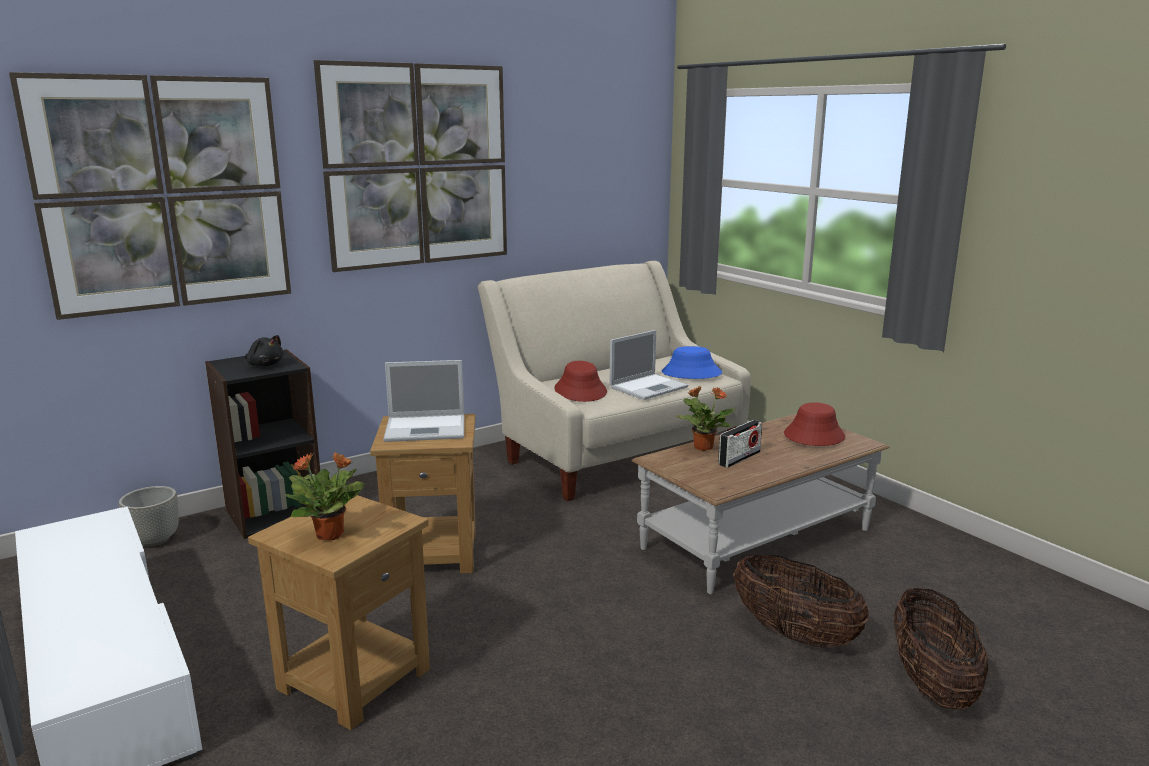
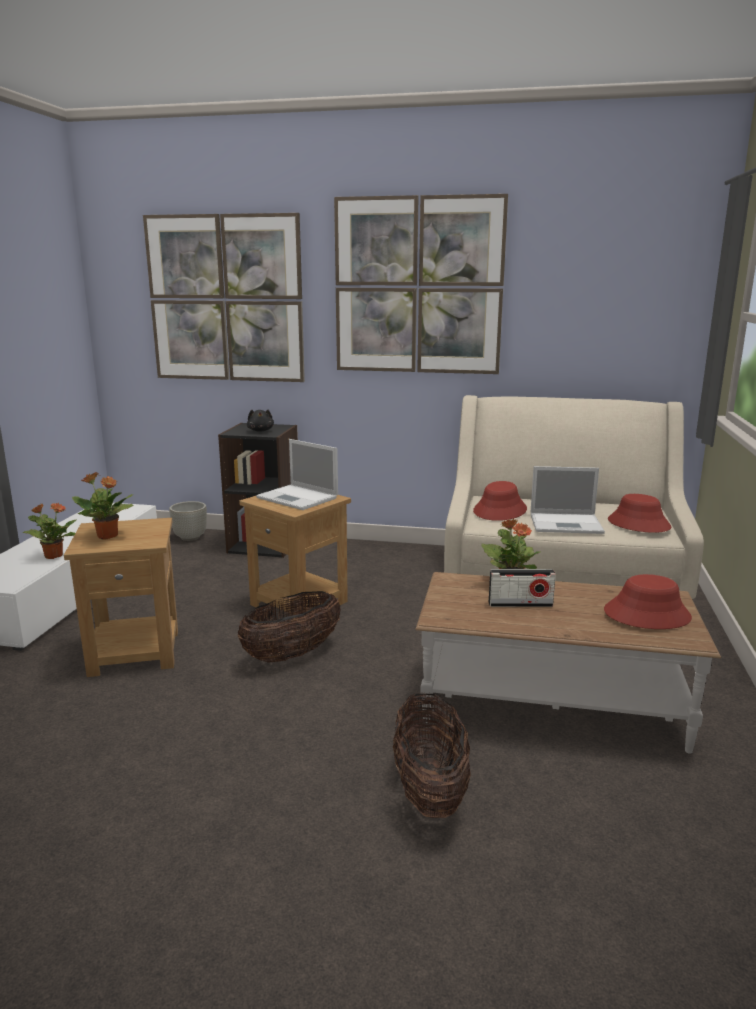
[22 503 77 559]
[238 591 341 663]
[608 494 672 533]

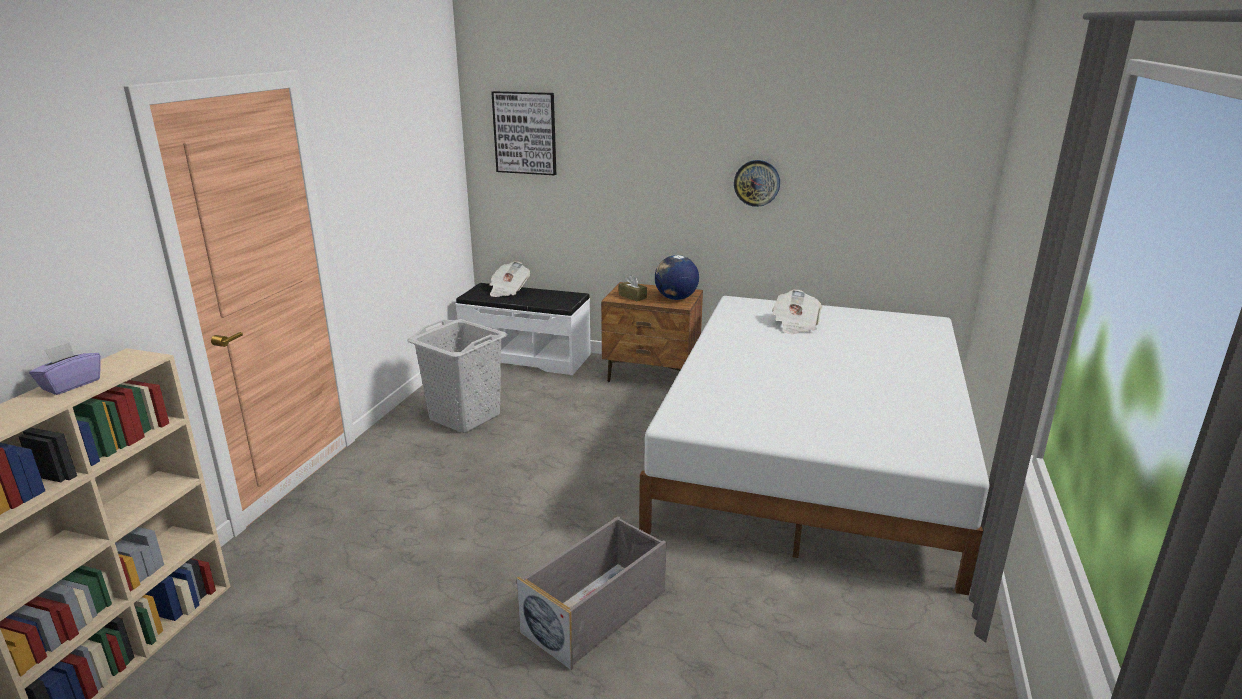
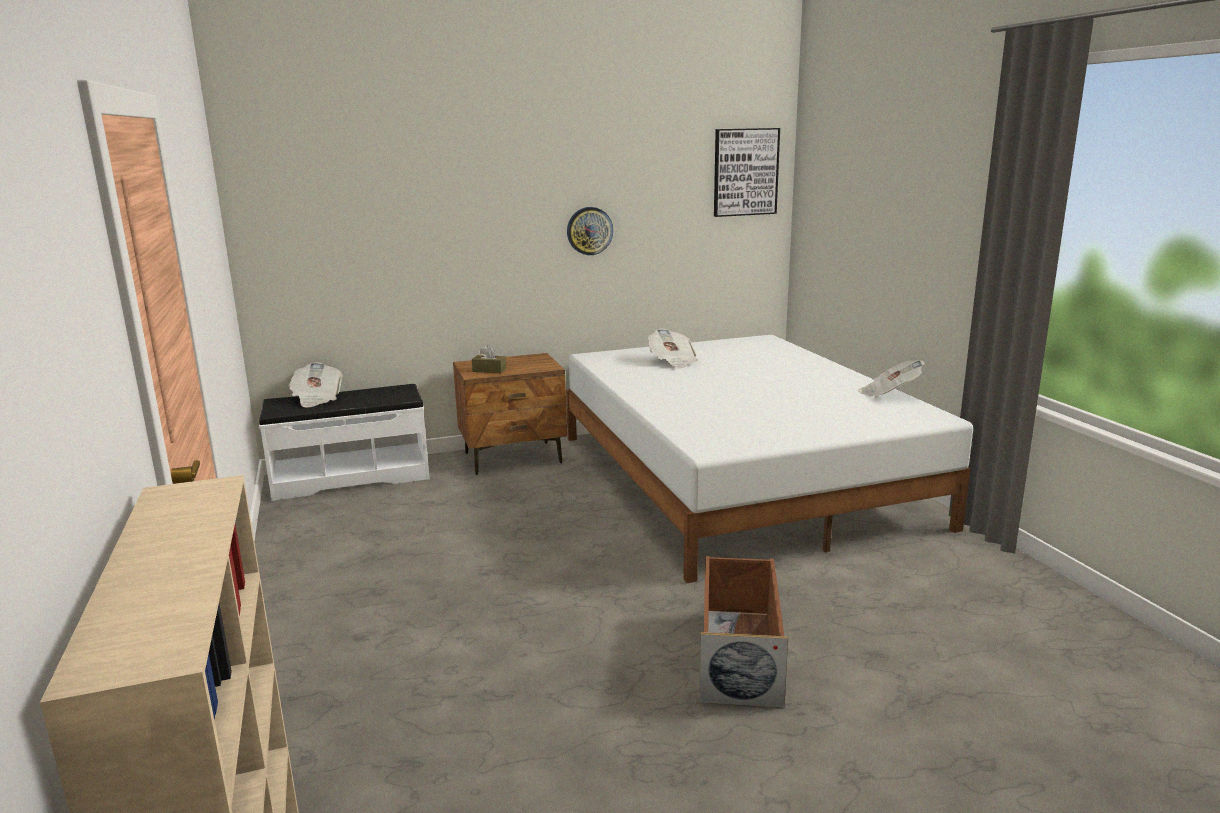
[29 342 101 395] (first image)
[407 319 508 433] (first image)
[655 255 699 300] (first image)
[858 360 925 397]
[714 128 780 217]
[699 556 788 708]

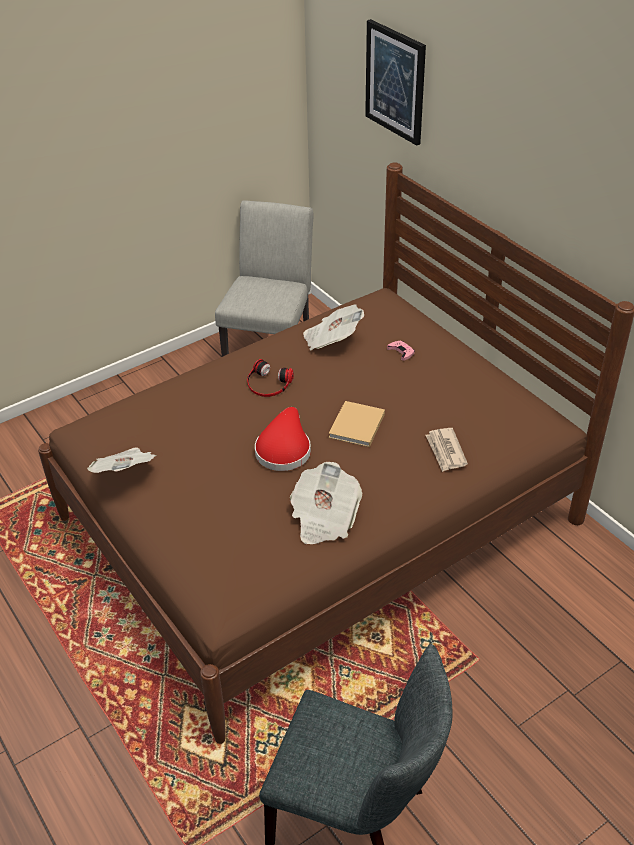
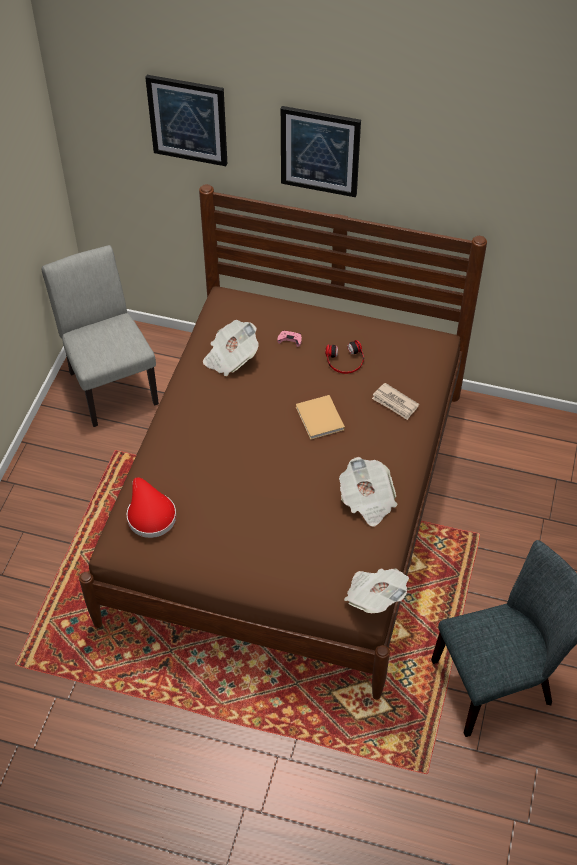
[281 106 361 197]
[344 568 409 613]
[325 340 364 374]
[127 477 176 538]

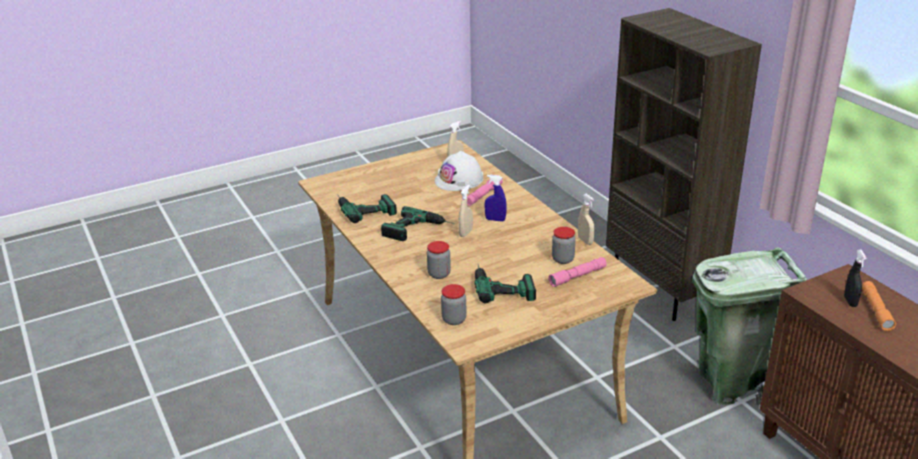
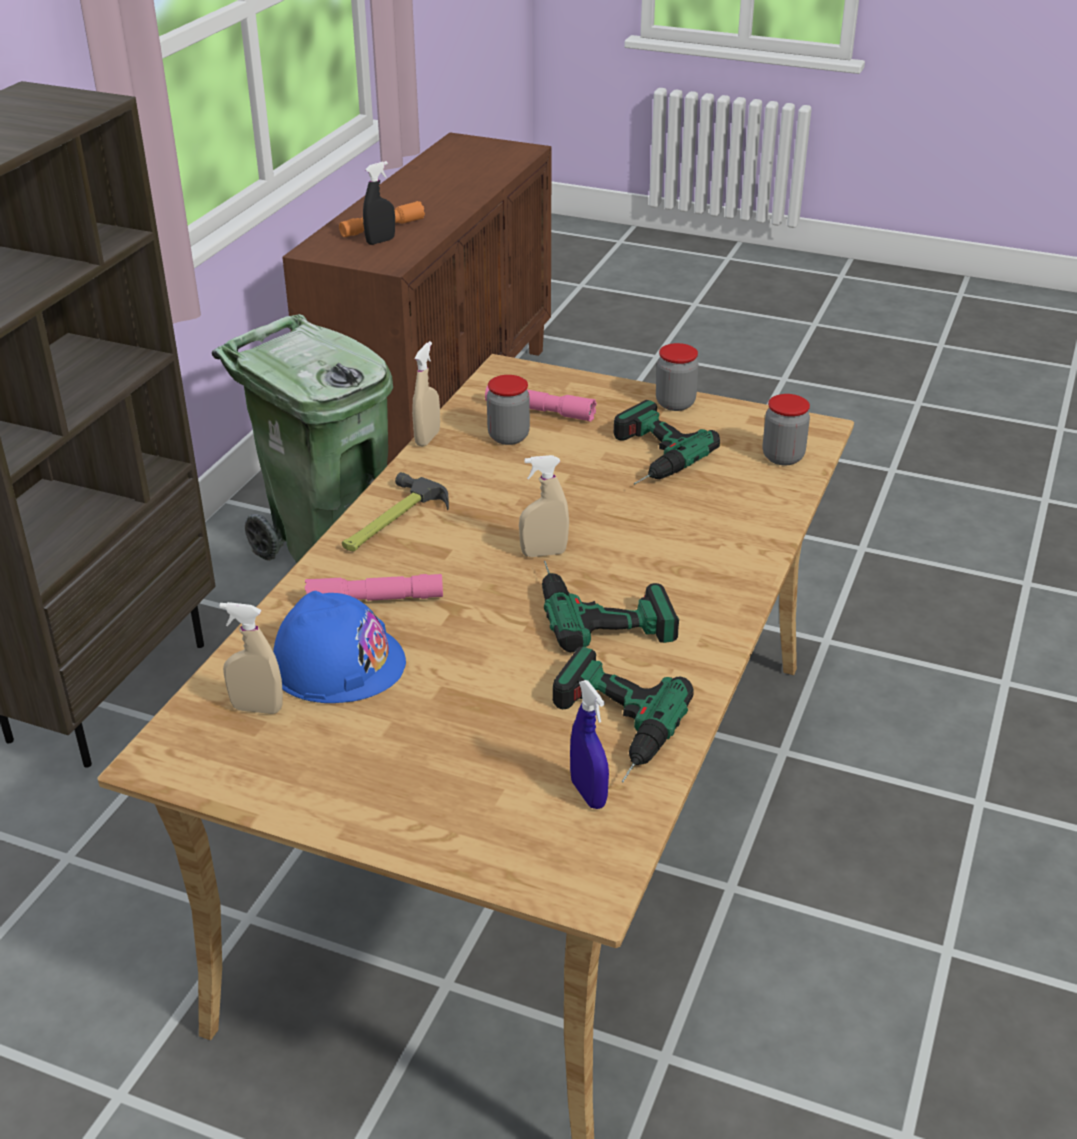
[342 472 449 552]
[656 343 699 411]
[570 680 609 809]
[273 591 406 703]

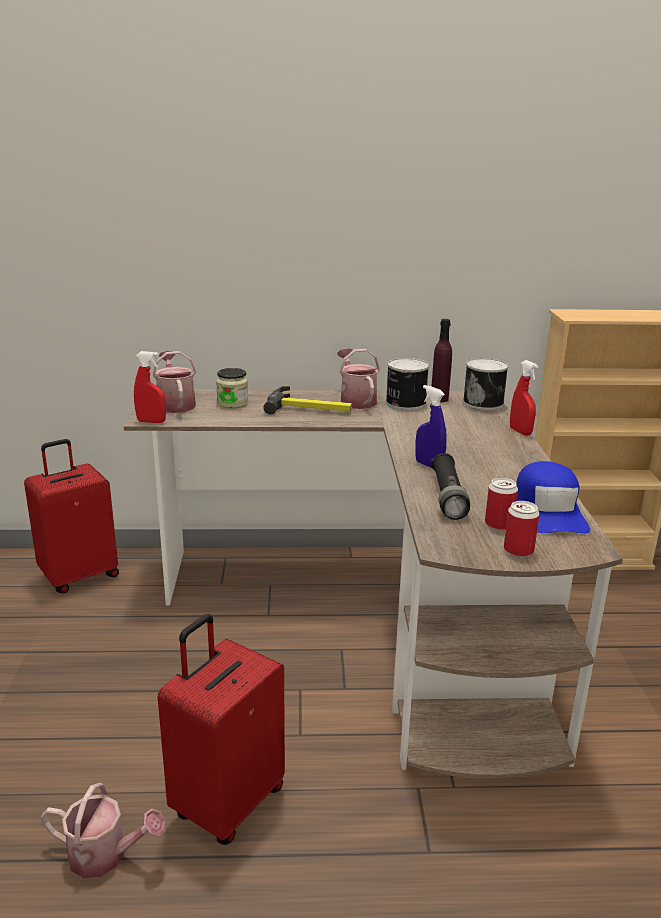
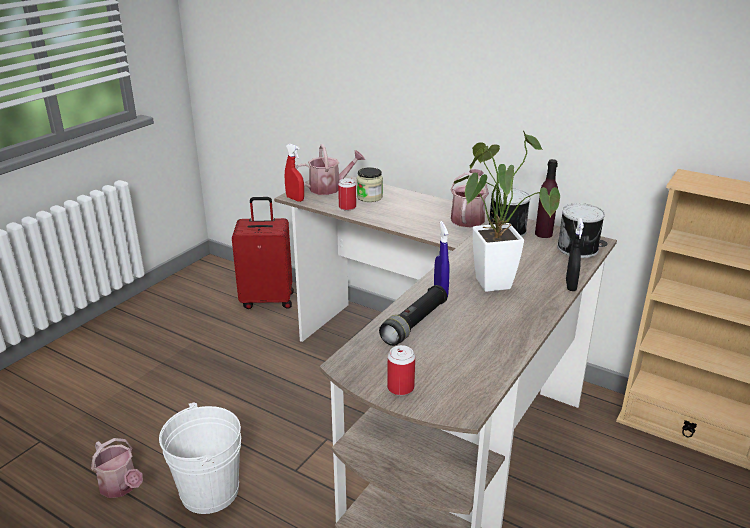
[263 386 352 414] (first image)
[516 461 590 533] (first image)
[454 131 560 292]
[338 178 356 211]
[159 402 241 514]
[566 218 584 291]
[295 144 365 195]

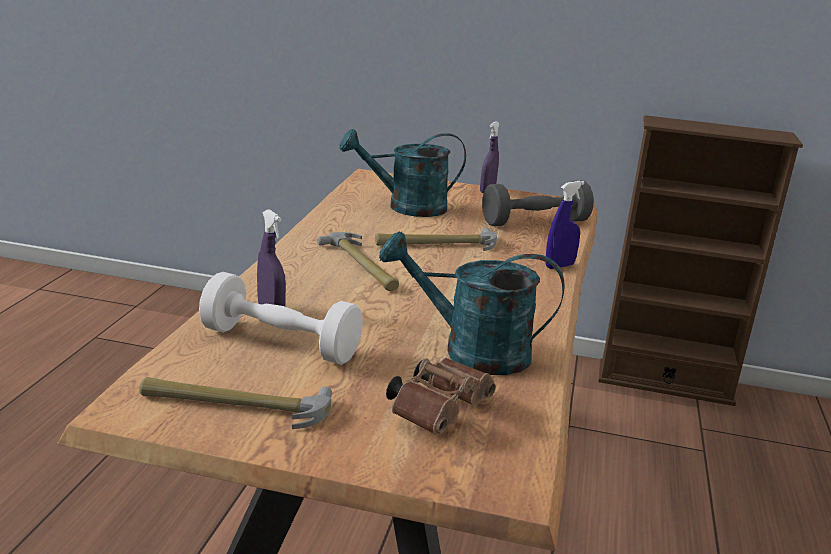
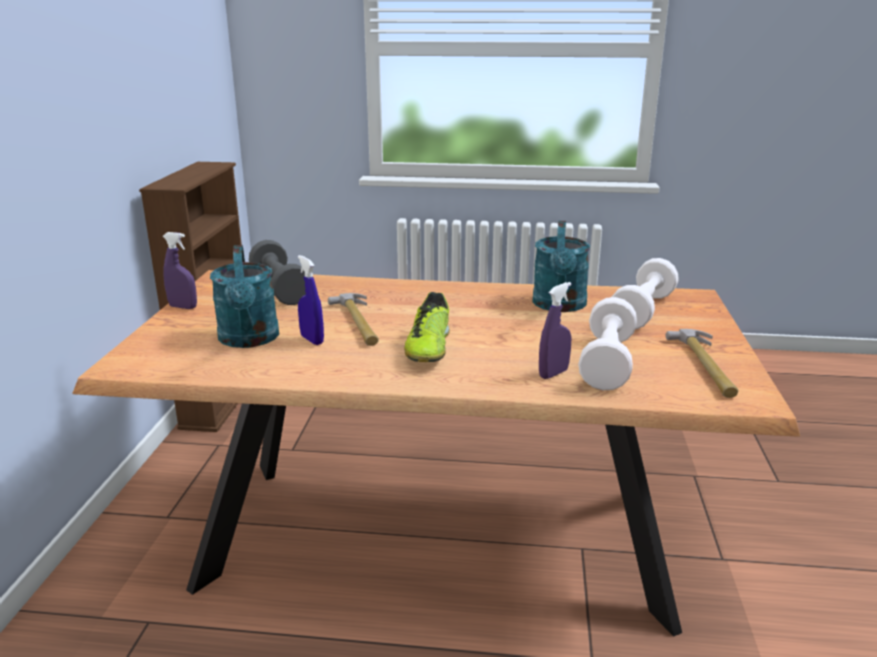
[298 255 324 345]
[404 292 449 362]
[611 258 679 330]

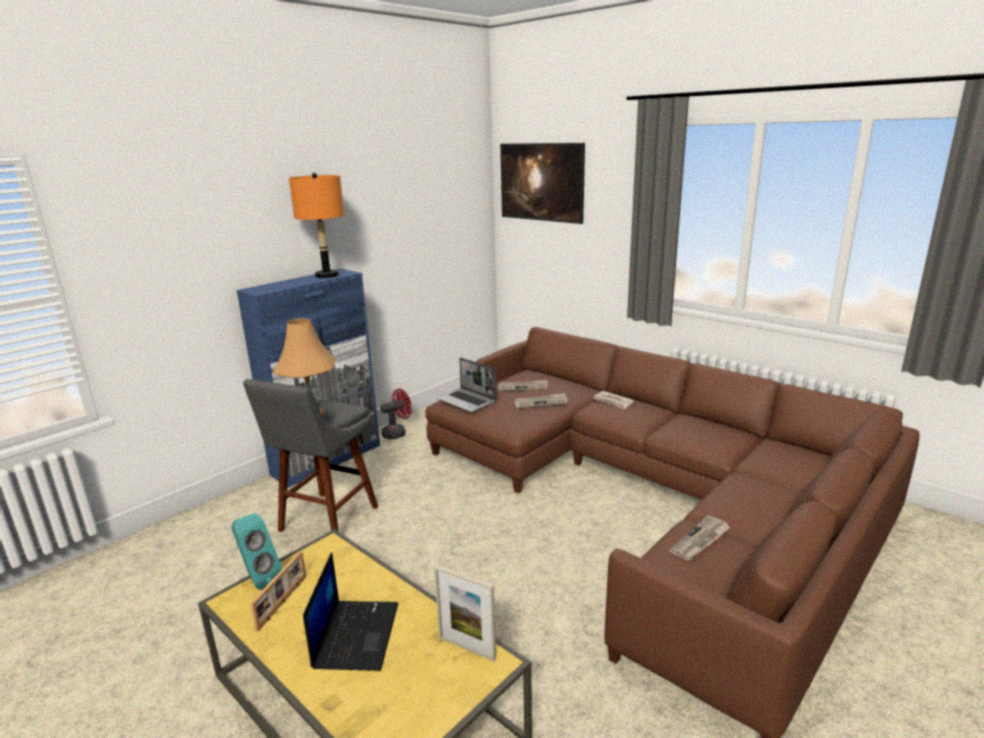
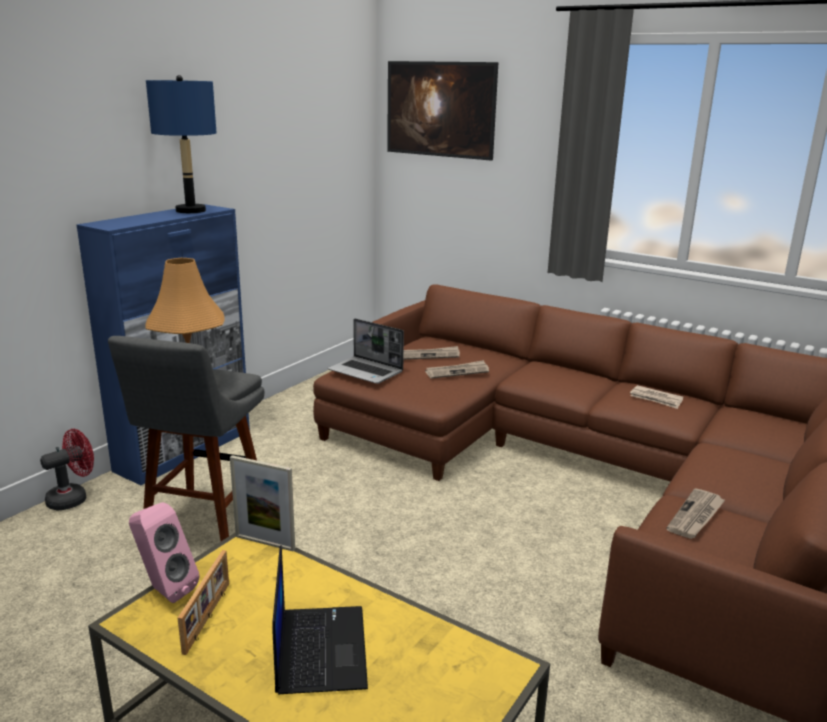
[40 429 94 511]
[230 455 295 551]
[630 385 683 409]
[129 502 200 603]
[146 75 216 213]

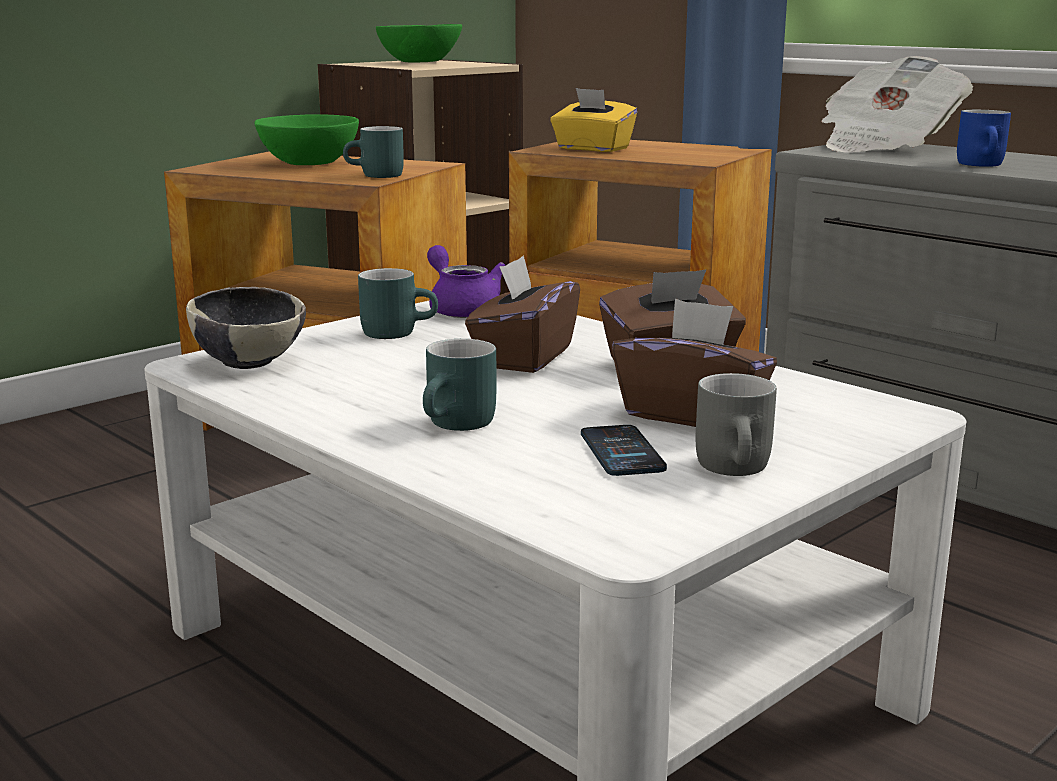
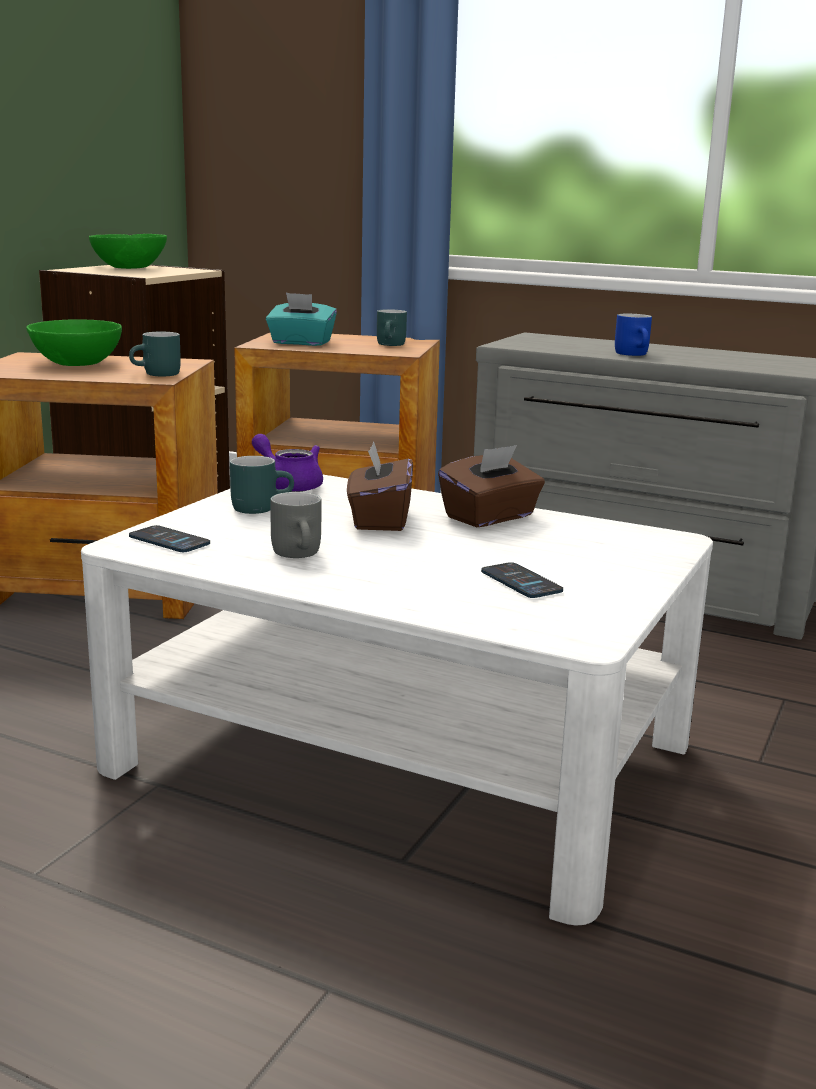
[612 298 777 427] (first image)
[822 56 973 153] (first image)
[377 309 407 346]
[270 492 322 558]
[129 525 210 552]
[266 292 337 346]

